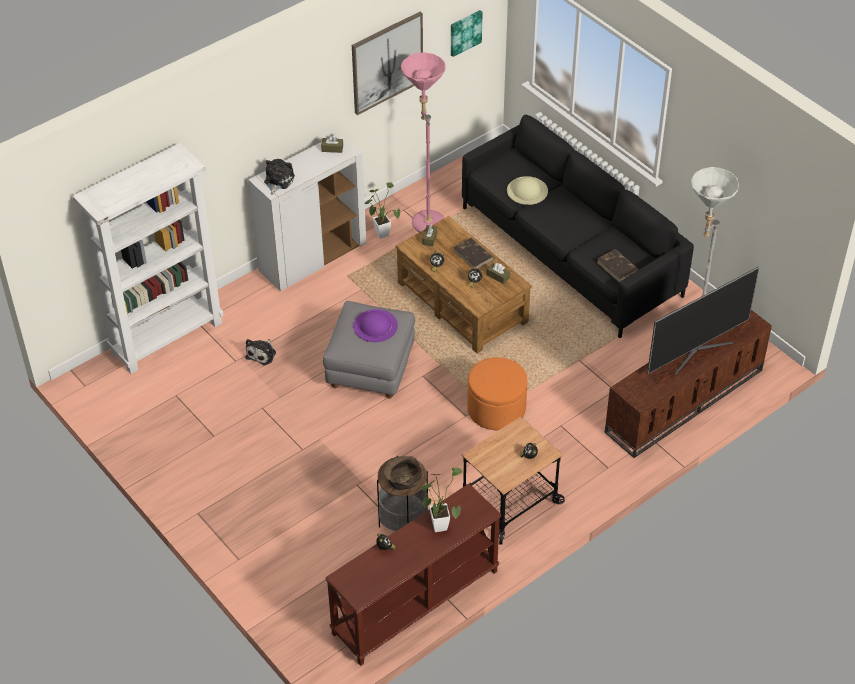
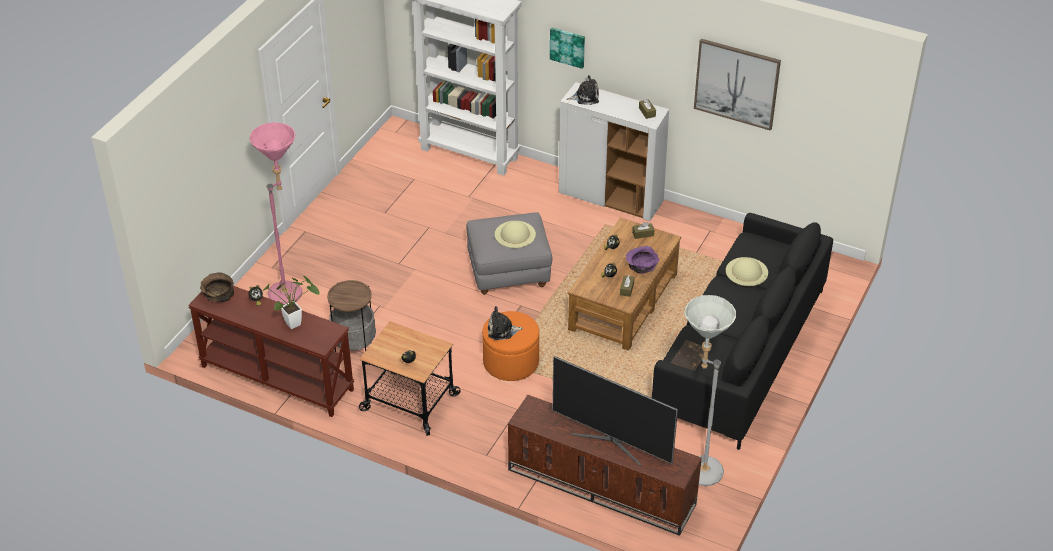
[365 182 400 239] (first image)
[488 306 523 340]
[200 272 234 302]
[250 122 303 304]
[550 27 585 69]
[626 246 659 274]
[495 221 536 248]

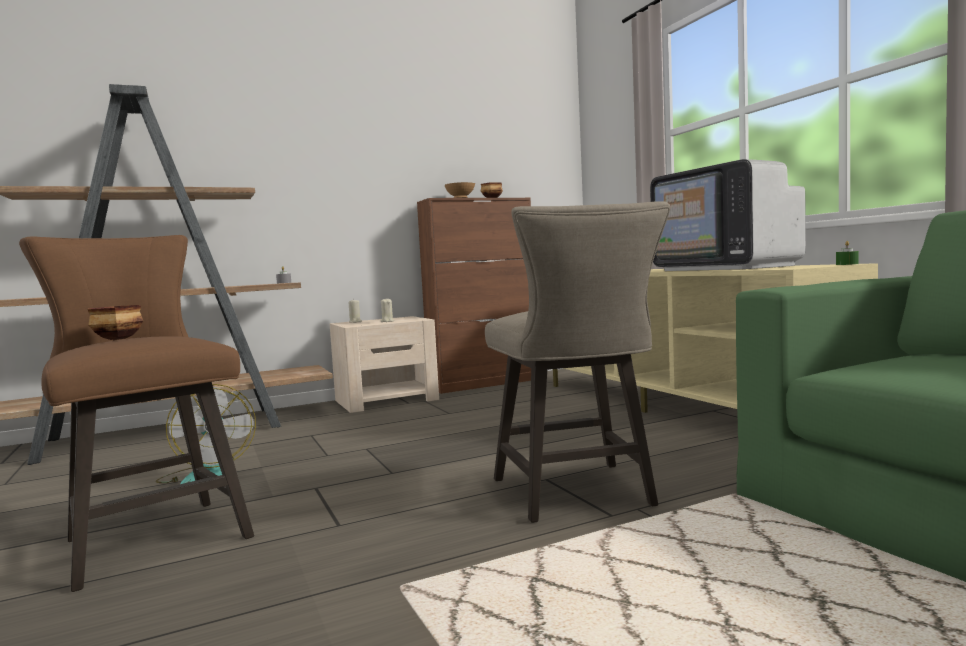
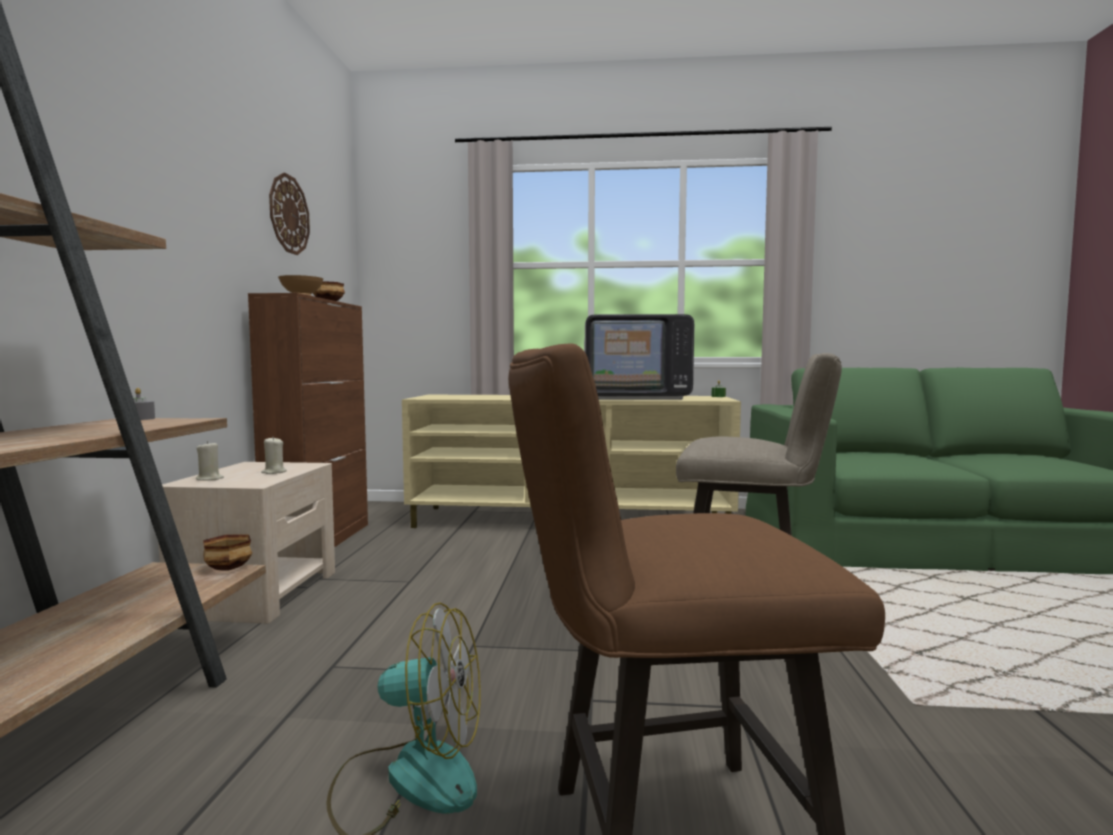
[269 172 310 255]
[203 534 252 571]

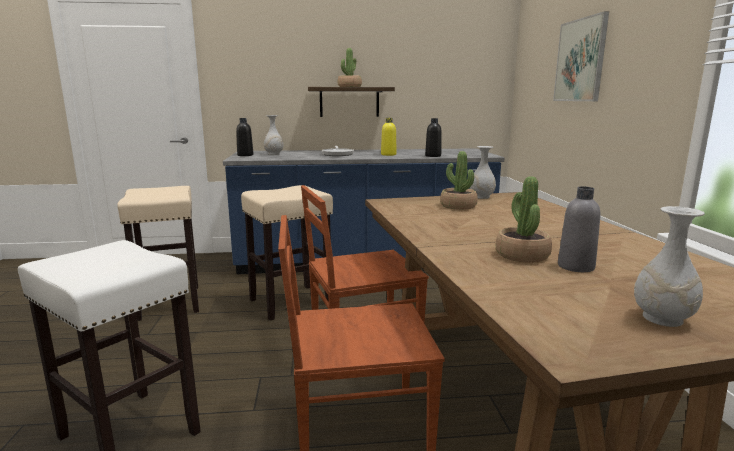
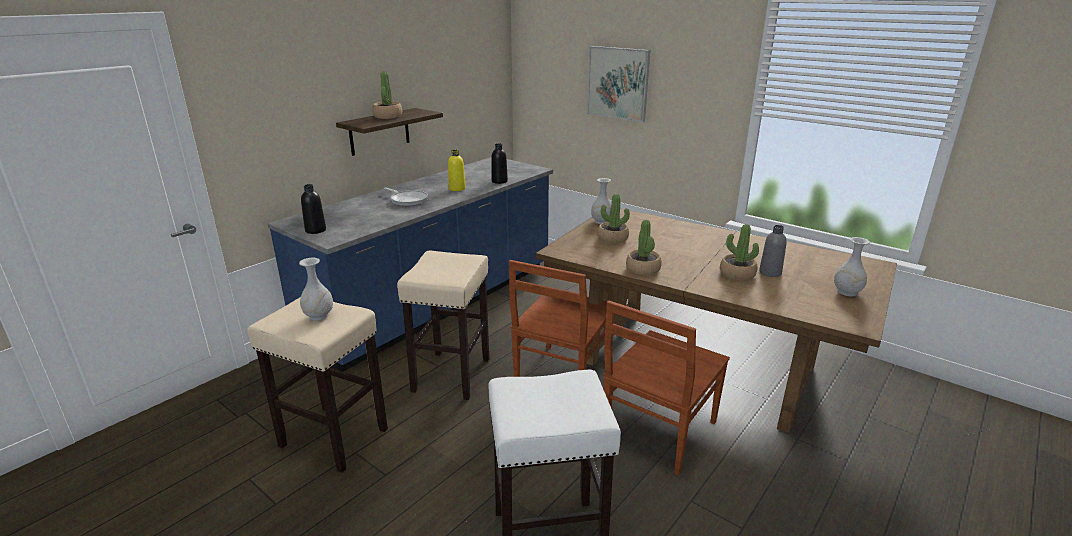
[626 220 662 275]
[299 258 333 321]

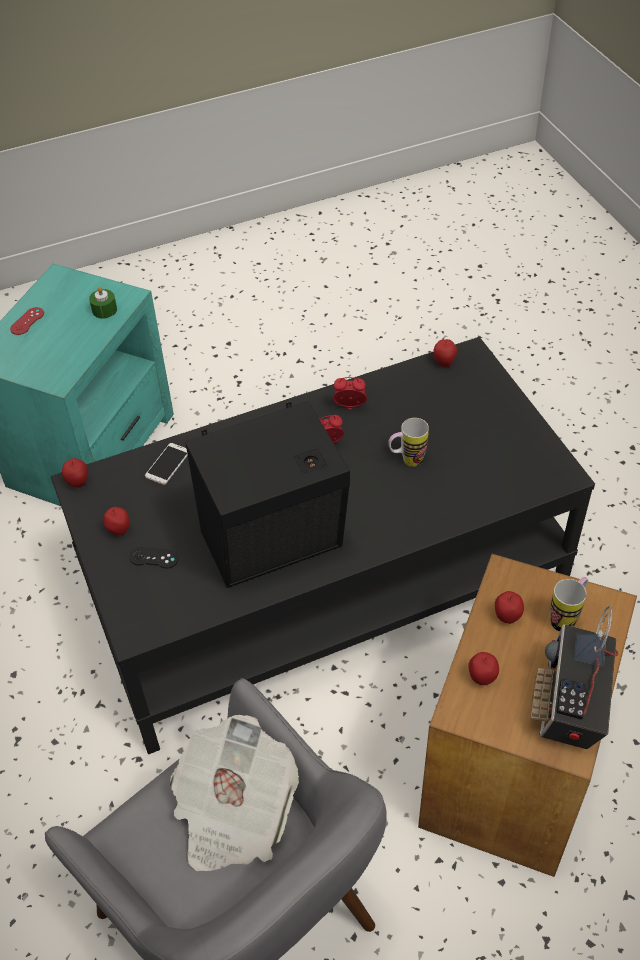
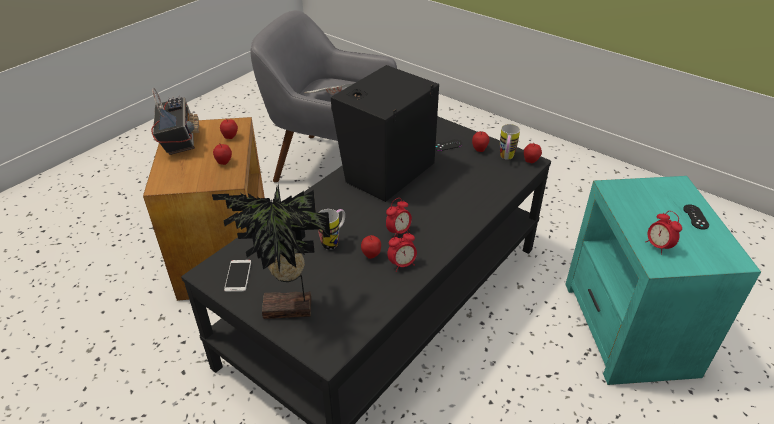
[212 184 330 319]
[224 260 251 292]
[361 235 381 259]
[500 124 520 160]
[646 211 682 255]
[683 204 709 230]

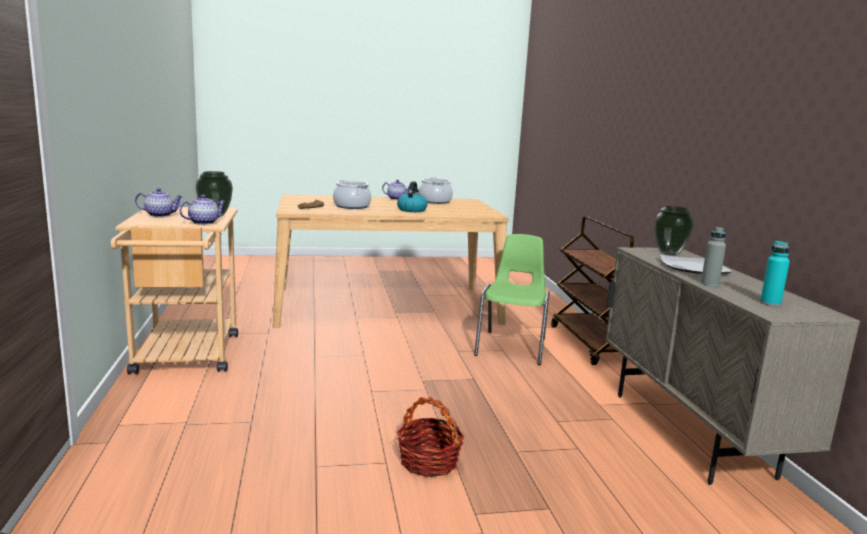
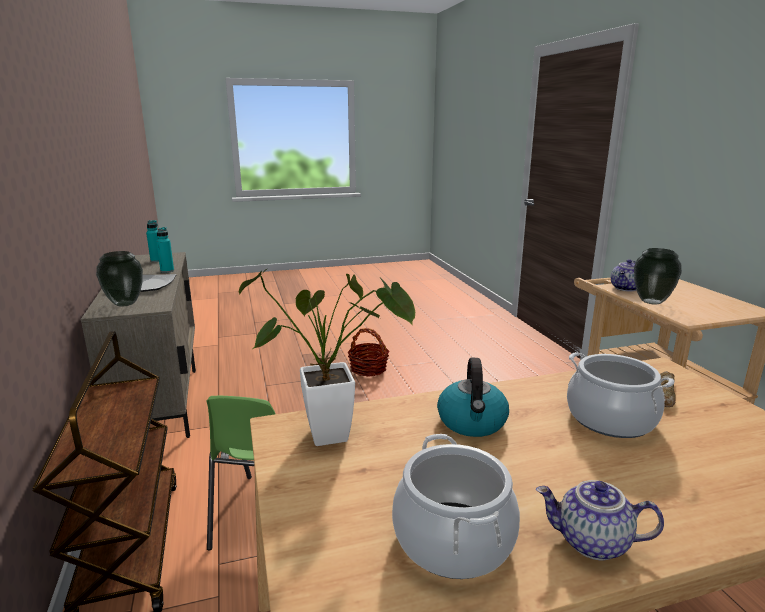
[135 188 183 217] (first image)
[239 269 415 446]
[156 227 174 273]

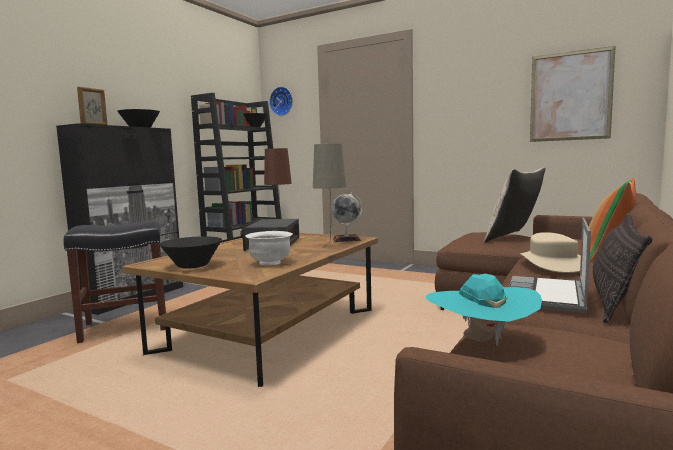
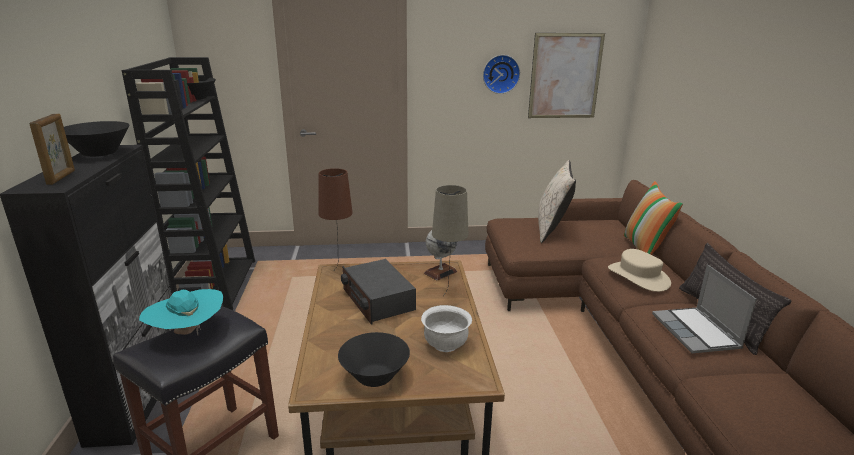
[483 55 520 94]
[139 289 223 335]

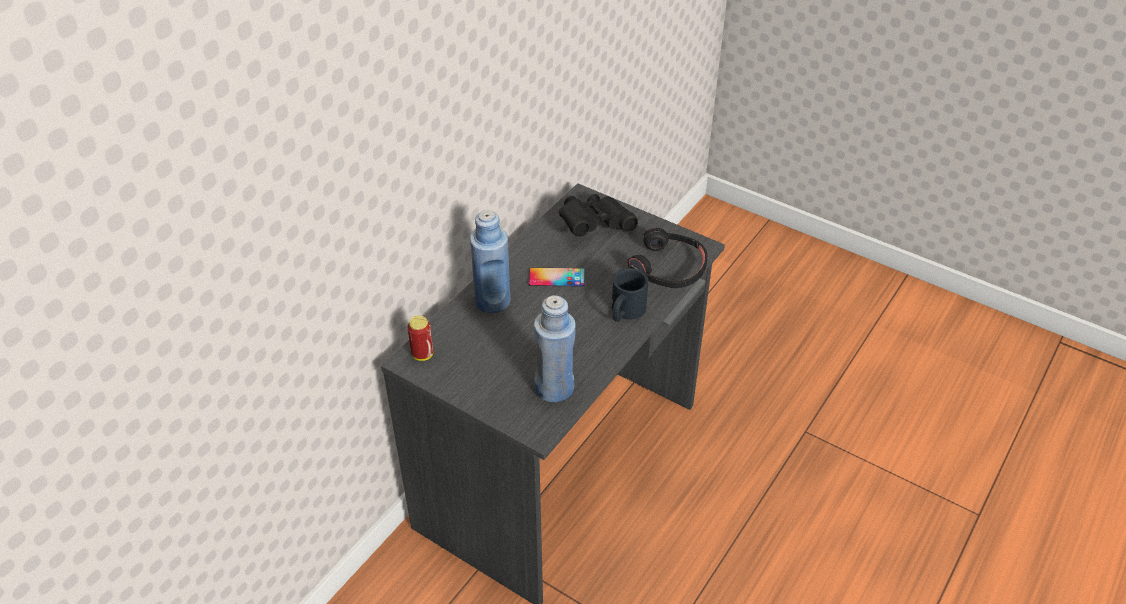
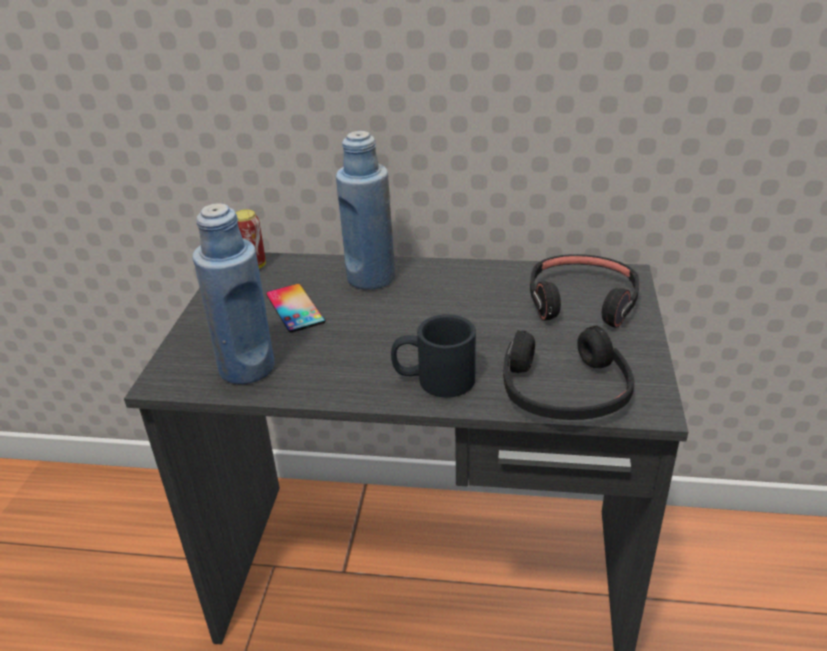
[266 284 326 333]
[530 254 640 328]

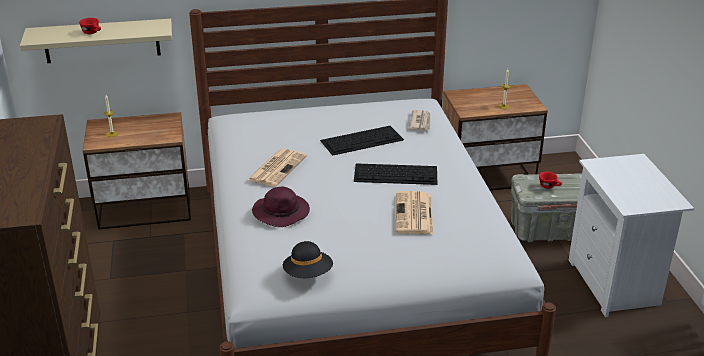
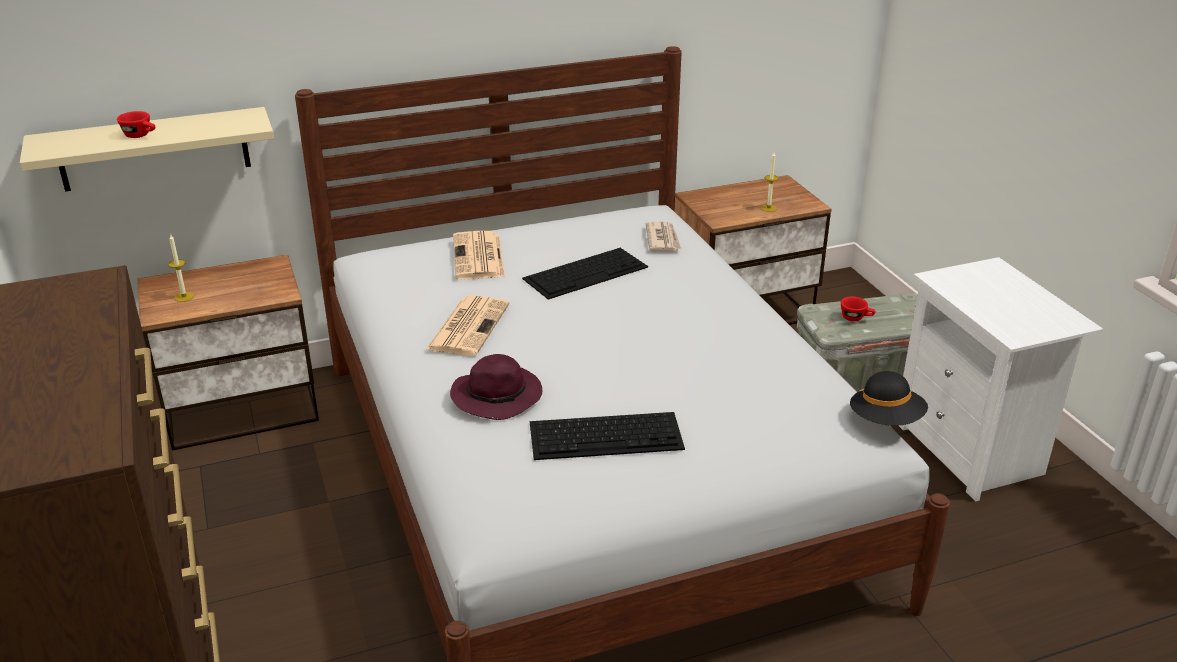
[850 371 928 426]
[530 412 685 460]
[453 231 505 279]

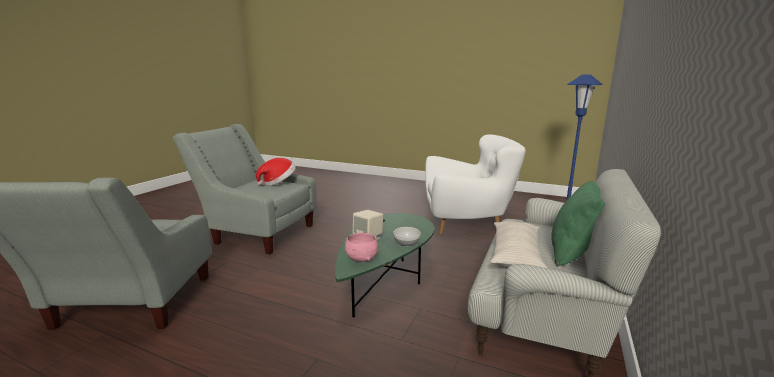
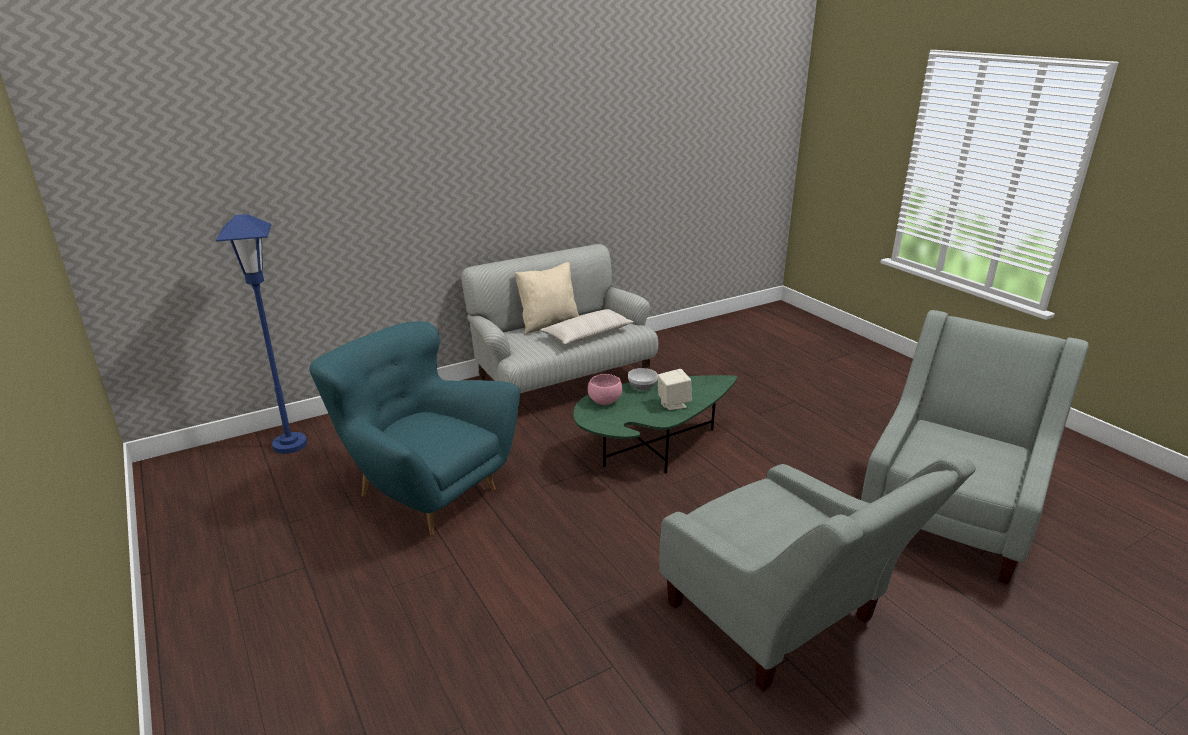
[256 158 296 186] (first image)
[588 374 622 405]
[309 322 520 535]
[515 262 579 334]

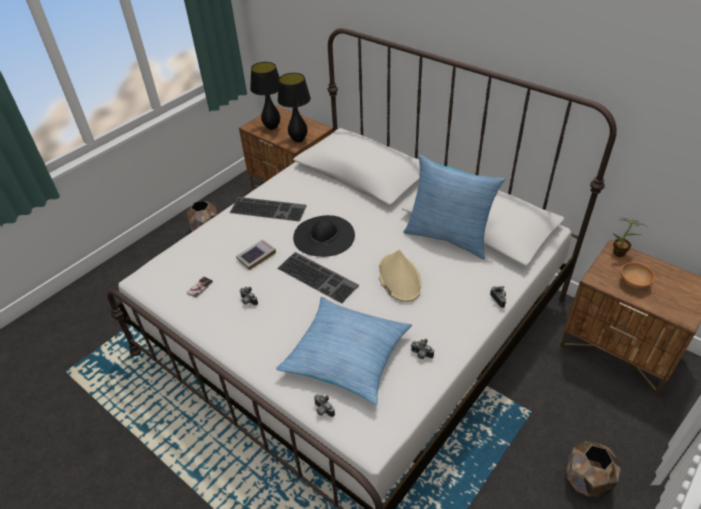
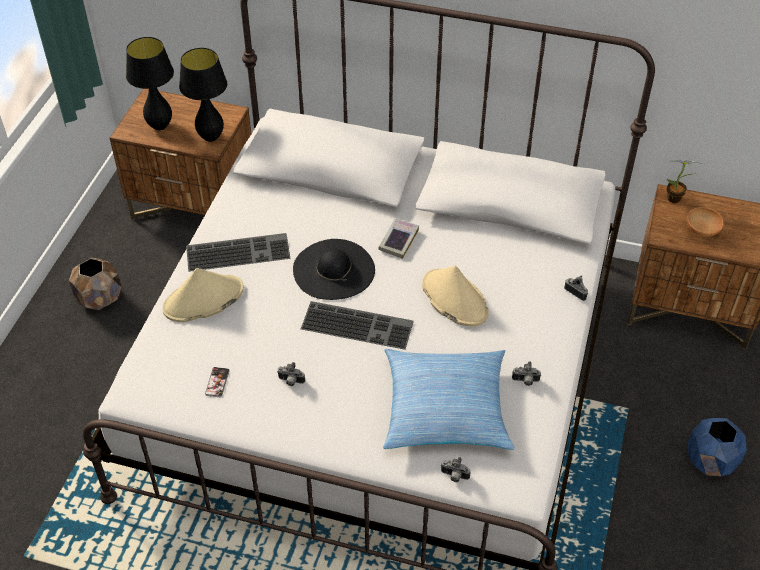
[403 155 505 260] (first image)
[163 268 244 322]
[378 219 419 259]
[688 418 747 477]

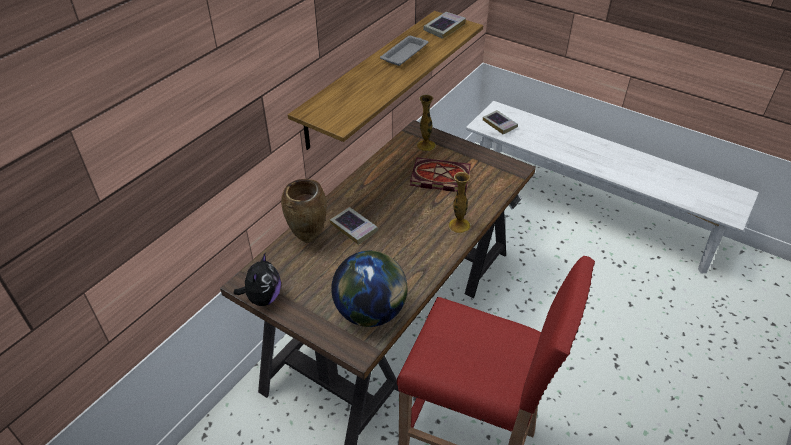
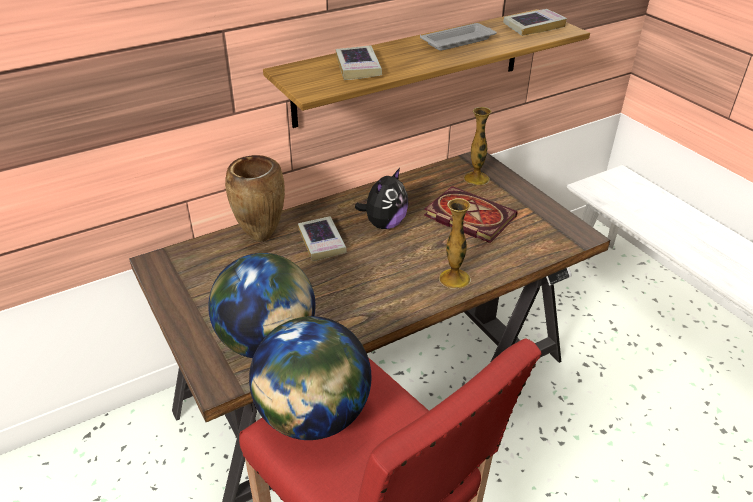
[249 316 372 440]
[355 168 409 229]
[336 46 382 80]

